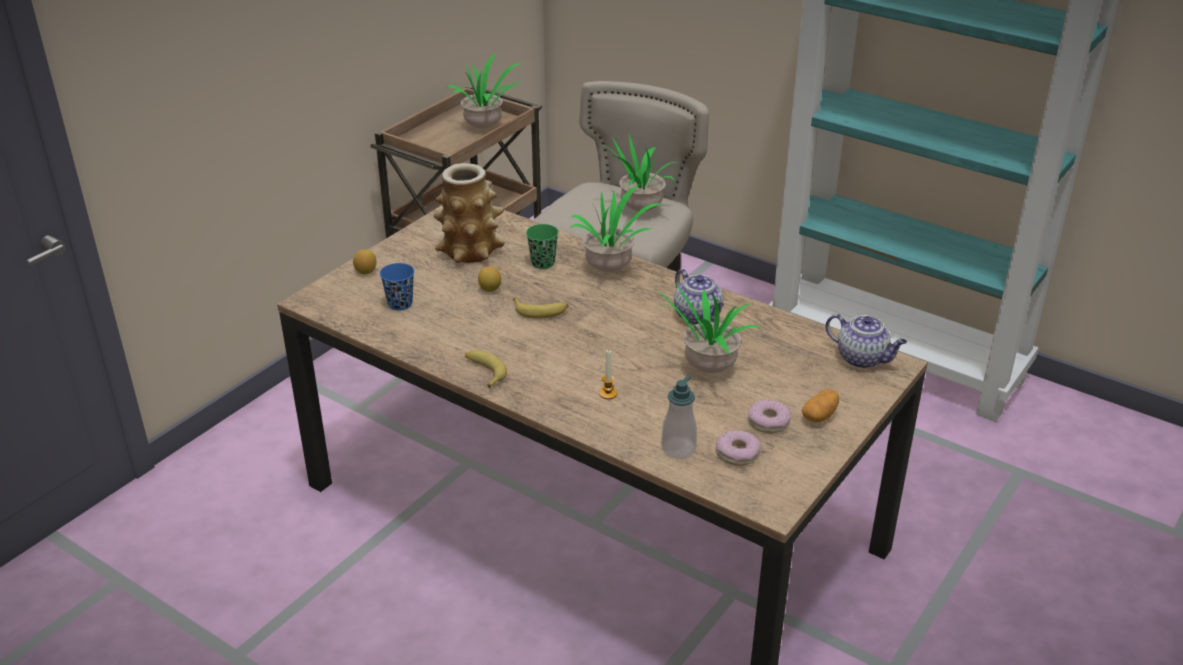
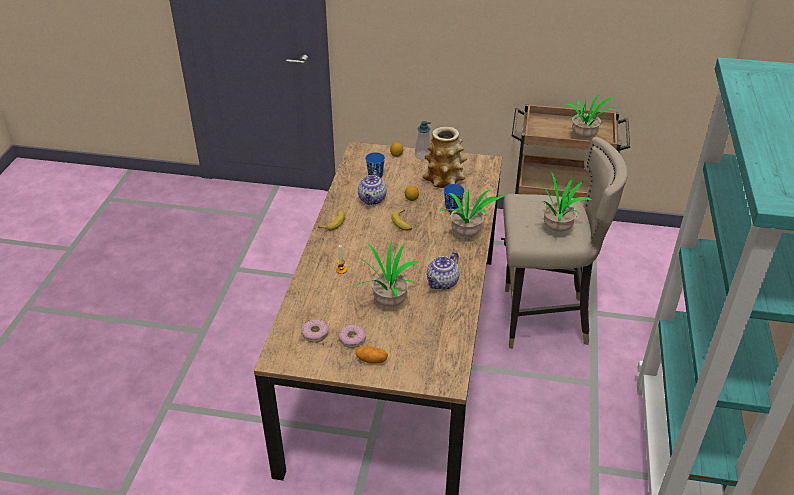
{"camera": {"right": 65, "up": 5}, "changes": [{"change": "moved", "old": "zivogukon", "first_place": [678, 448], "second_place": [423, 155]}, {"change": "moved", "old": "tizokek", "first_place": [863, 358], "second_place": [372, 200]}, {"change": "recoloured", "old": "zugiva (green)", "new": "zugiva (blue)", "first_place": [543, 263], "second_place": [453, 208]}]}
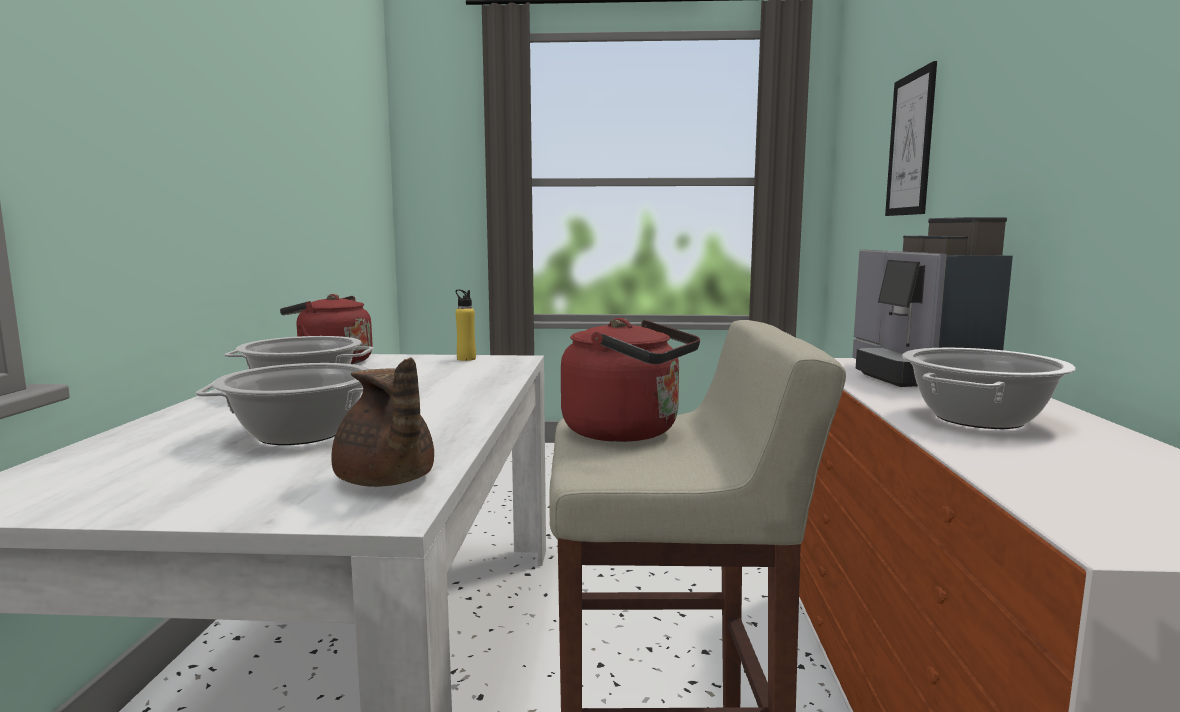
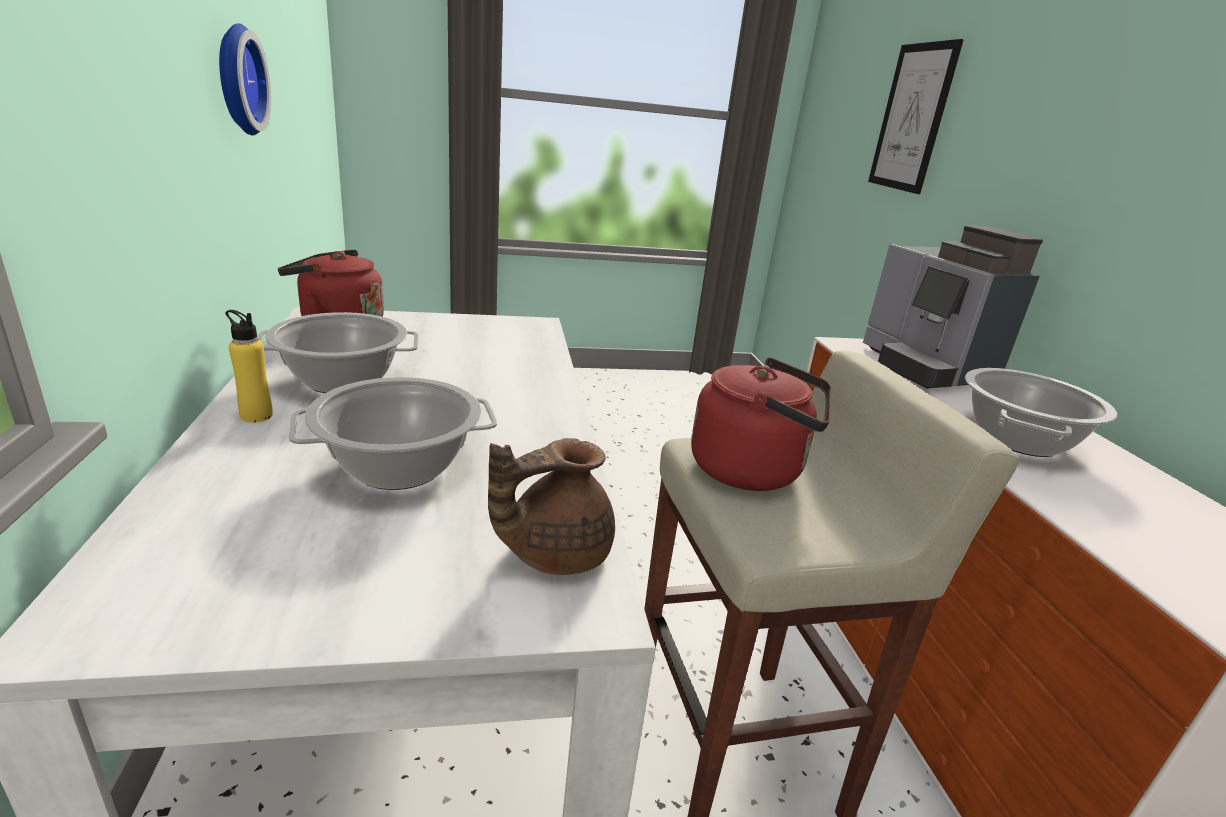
{"camera": {"right": -15, "up": 15}, "changes": [{"change": "added", "new": "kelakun", "second_place": [235, 80]}, {"change": "moved", "old": "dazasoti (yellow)", "first_place": [466, 359], "second_place": [256, 416]}, {"change": "turned", "old": "tizokek (brown)", "first_place": [386, 481], "second_place": [553, 552], "degrees": 105}]}
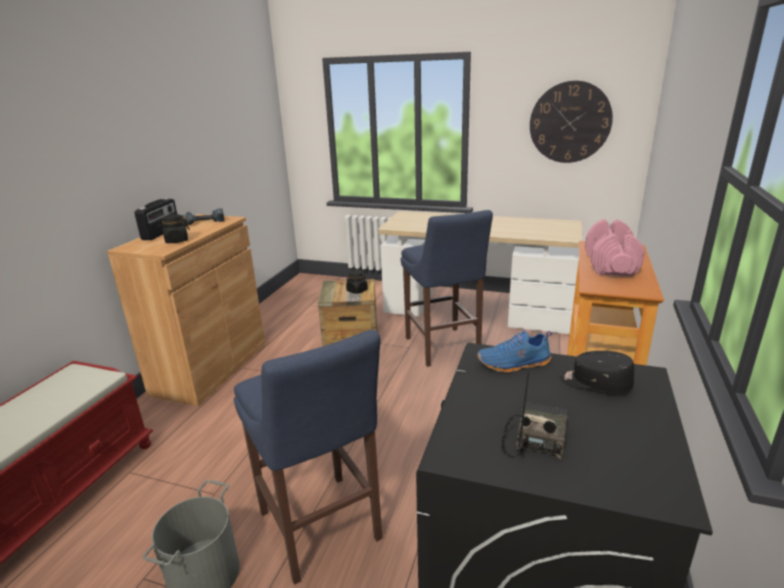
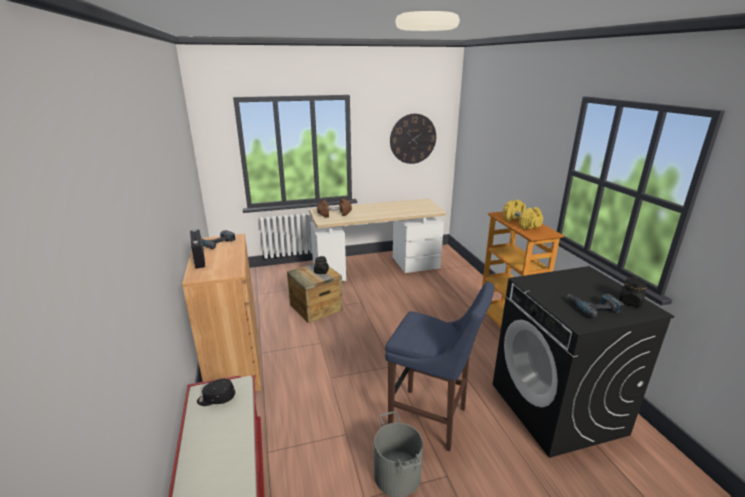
{"camera": {"right": -35, "up": 0}, "changes": [{"change": "removed", "old": "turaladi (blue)", "first_place": [443, 348]}, {"change": "removed", "old": "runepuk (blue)", "first_place": [514, 364]}, {"change": "added", "new": "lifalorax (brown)", "second_place": [334, 214]}, {"change": "moved", "old": "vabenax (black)", "first_place": [176, 241], "second_place": [630, 302]}, {"change": "moved", "old": "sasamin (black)", "first_place": [595, 383], "second_place": [216, 398]}, {"change": "replaced", "old": "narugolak", "new": "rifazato", "first_place": [535, 438], "second_place": [593, 307]}, {"change": "recoloured", "old": "lifalorax (pink)", "new": "lifalorax (yellow)", "first_place": [611, 264], "second_place": [521, 223]}]}
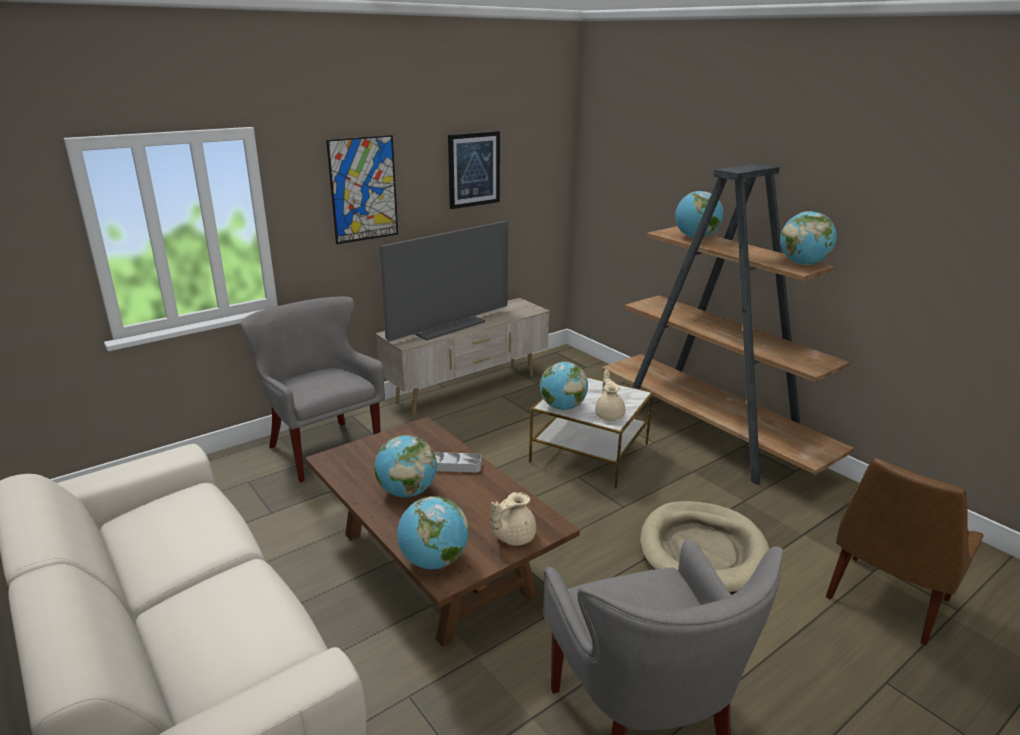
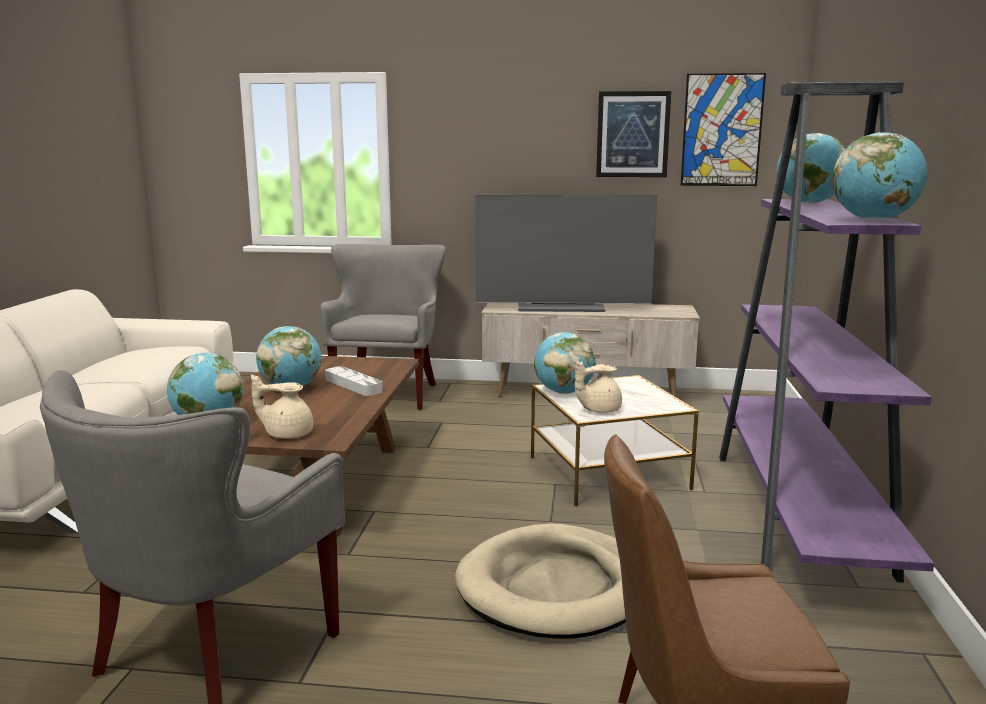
{"camera": {"right": 45, "up": -10}, "changes": [{"change": "moved", "old": "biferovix", "first_place": [363, 189], "second_place": [722, 130]}, {"change": "recoloured", "old": "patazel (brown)", "new": "patazel (purple)", "first_place": [710, 435], "second_place": [798, 512]}, {"change": "turned", "old": "tizokek (beige)", "first_place": [609, 415], "second_place": [598, 410], "degrees": -150}]}
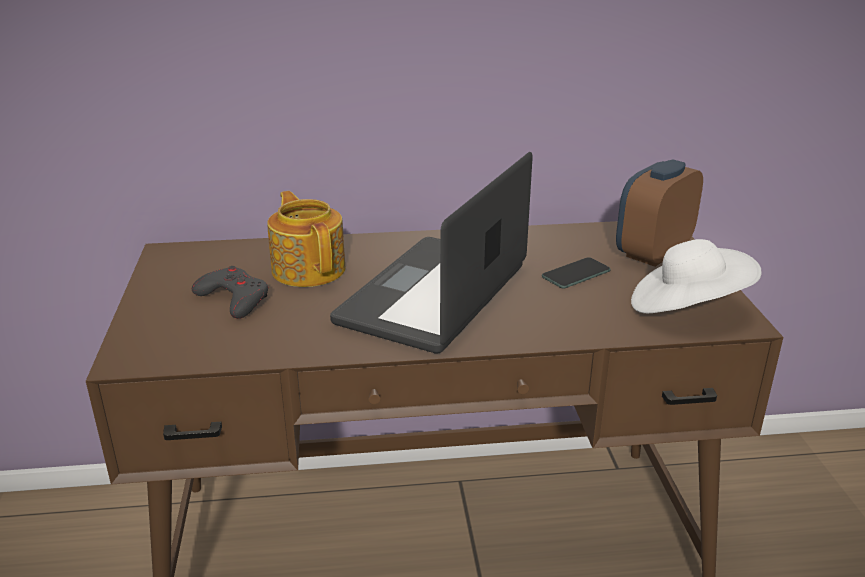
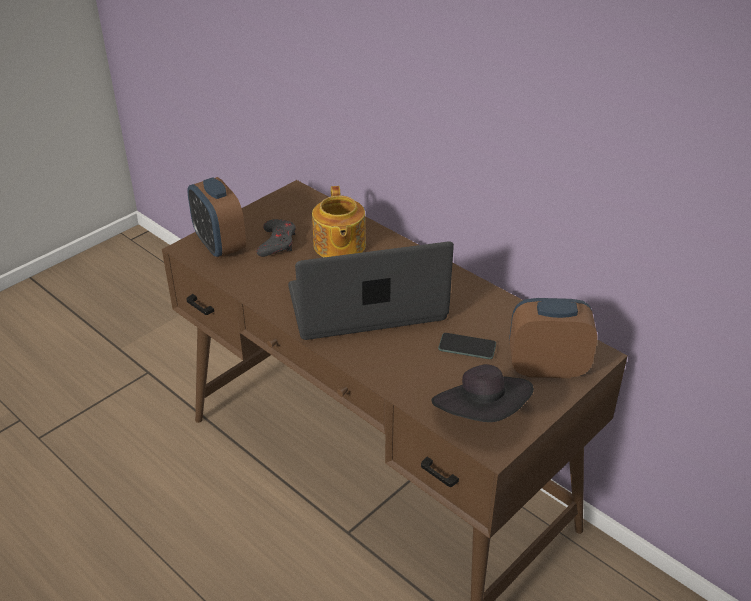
{"camera": {"right": 50, "up": 10}, "changes": [{"change": "added", "new": "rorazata", "second_place": [220, 245]}, {"change": "recoloured", "old": "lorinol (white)", "new": "lorinol (black)", "first_place": [686, 308], "second_place": [481, 414]}, {"change": "turned", "old": "tizokek", "first_place": [309, 269], "second_place": [339, 246], "degrees": 150}]}
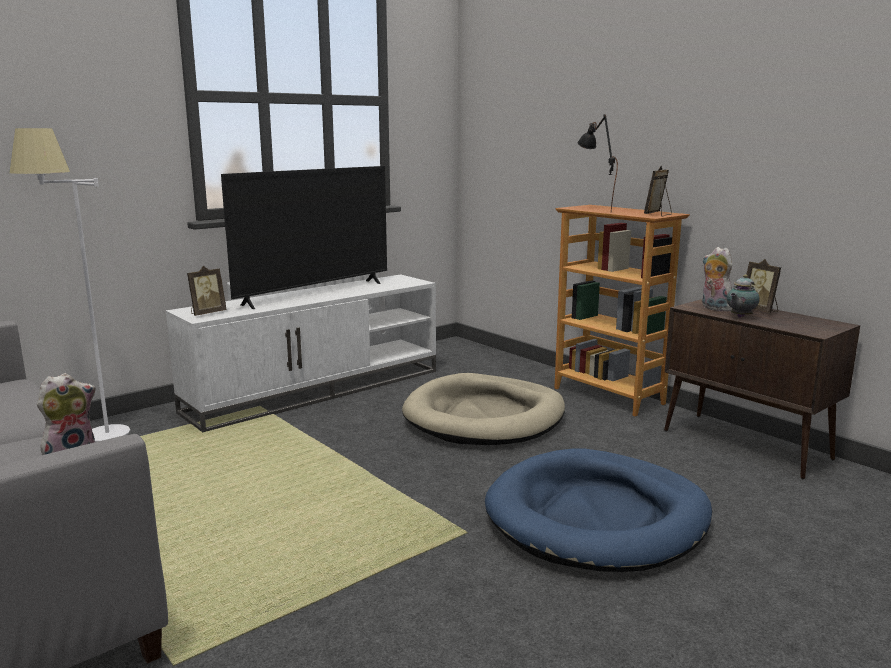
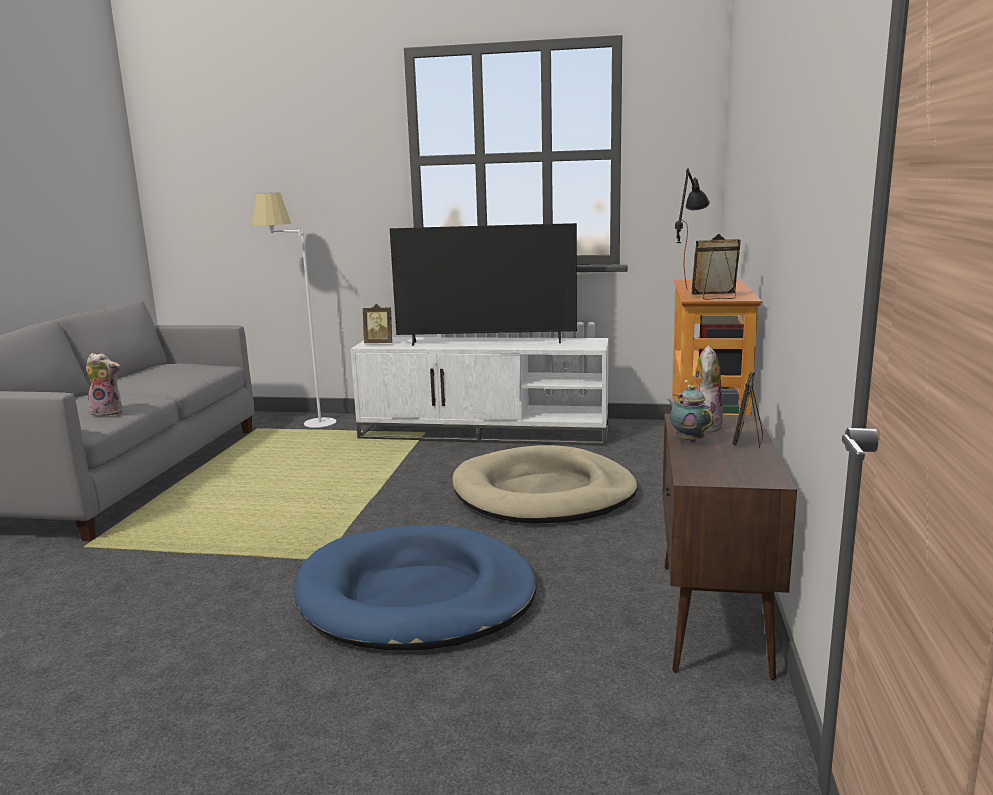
{"camera": {"right": 50, "up": 0}, "changes": [{"change": "turned", "old": "tizokek", "first_place": [739, 317], "second_place": [689, 440], "degrees": 60}]}
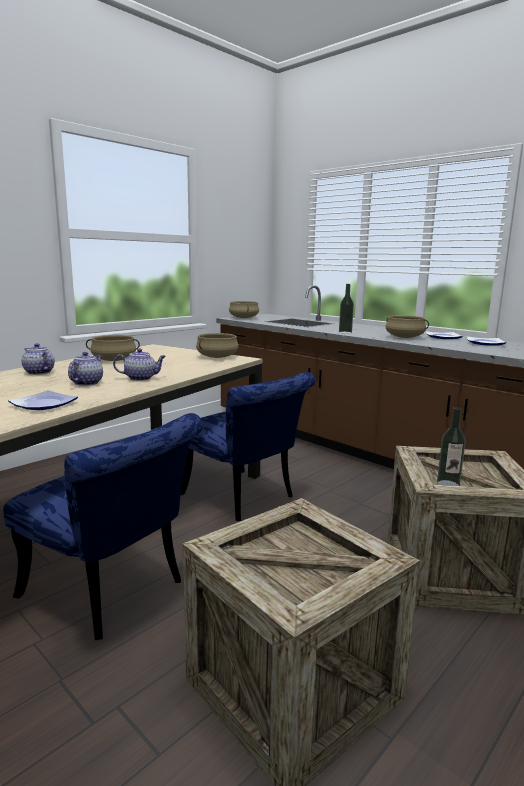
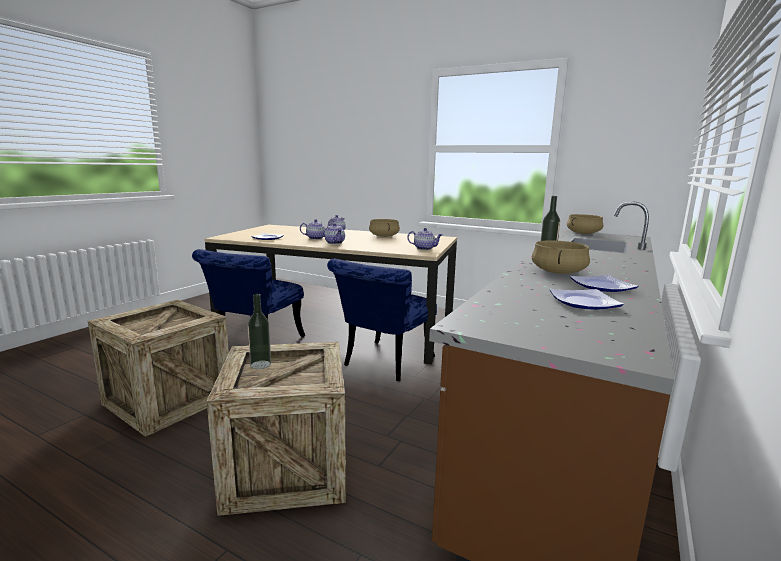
{"camera": {"right": 75, "up": 0}, "changes": [{"change": "replaced", "old": "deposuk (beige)", "new": "tizokek", "first_place": [217, 357], "second_place": [424, 248]}]}
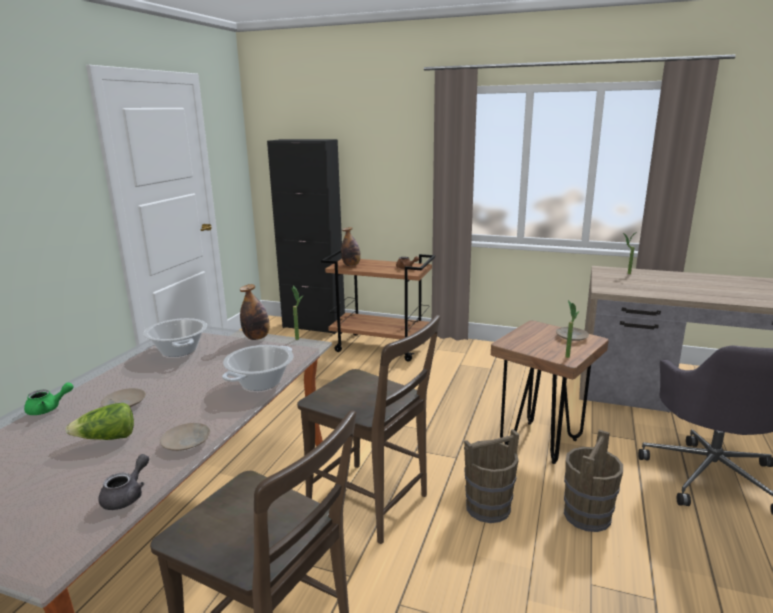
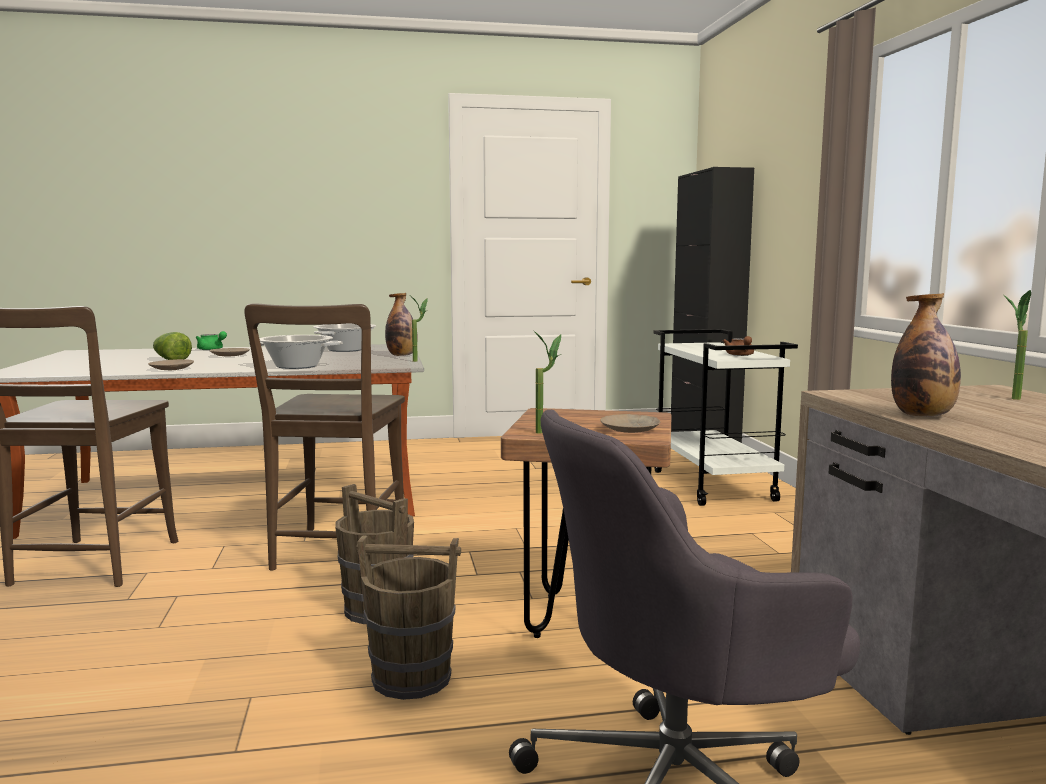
{"camera": {"right": 60, "up": -10}, "changes": [{"change": "removed", "old": "tizokek (grey)", "first_place": [127, 496]}, {"change": "moved", "old": "dazasoti", "first_place": [351, 265], "second_place": [922, 416]}, {"change": "recoloured", "old": "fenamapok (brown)", "new": "fenamapok (white)", "first_place": [381, 347], "second_place": [714, 486]}]}
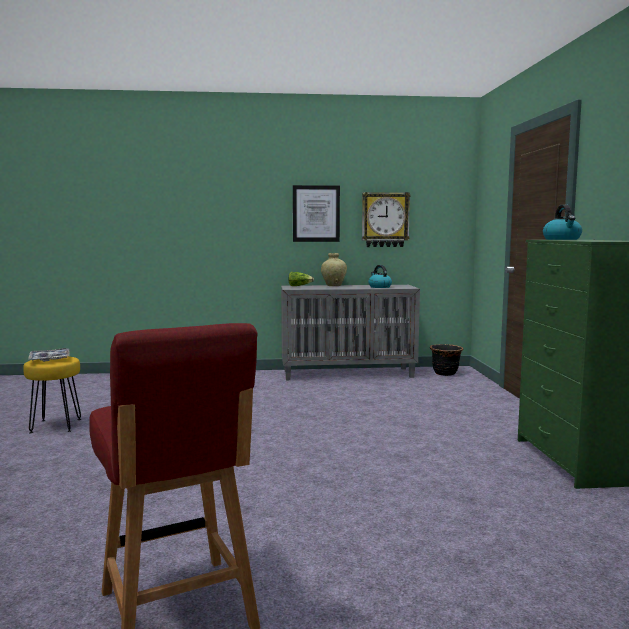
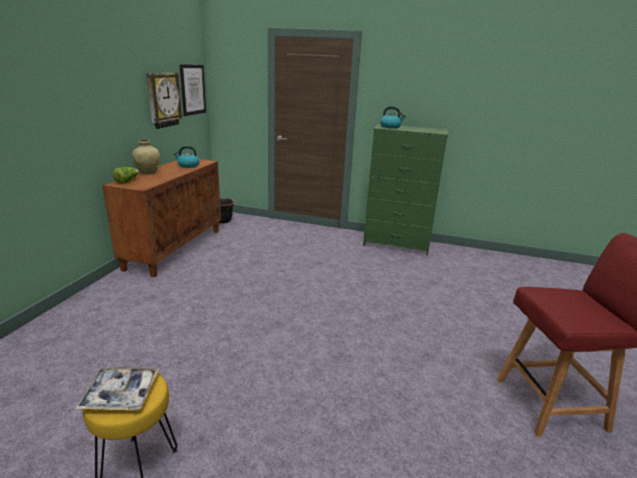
{"camera": {"right": -70, "up": 15}, "changes": [{"change": "moved", "old": "biferovix", "first_place": [316, 213], "second_place": [192, 89]}, {"change": "recoloured", "old": "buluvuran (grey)", "new": "buluvuran (brown)", "first_place": [348, 374], "second_place": [175, 248]}]}
